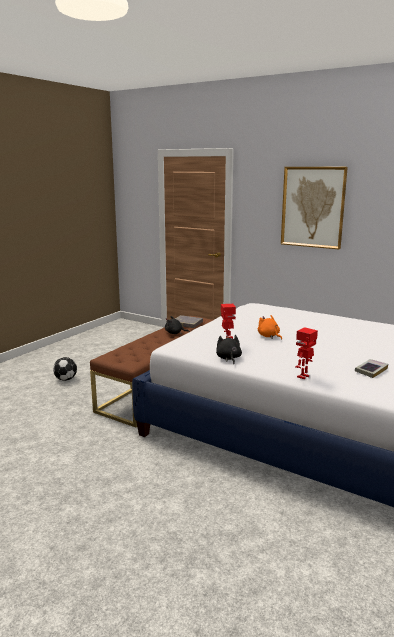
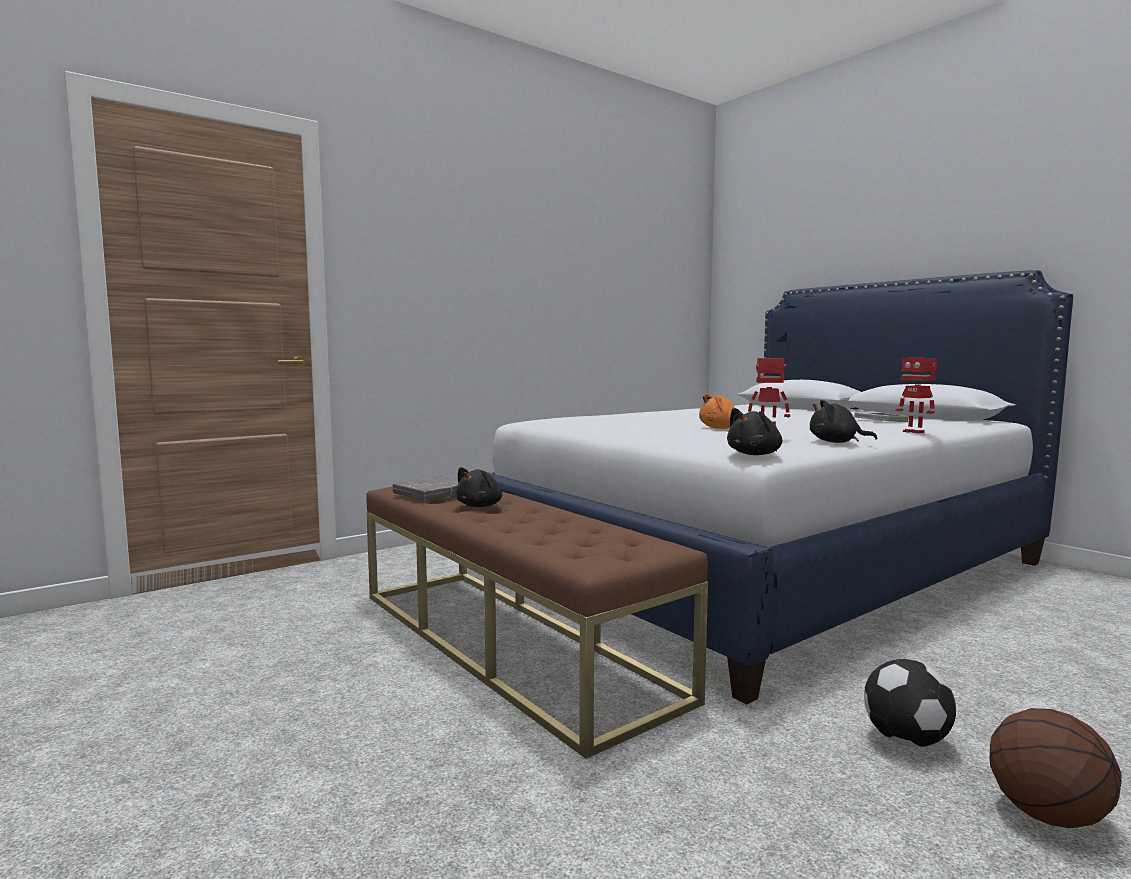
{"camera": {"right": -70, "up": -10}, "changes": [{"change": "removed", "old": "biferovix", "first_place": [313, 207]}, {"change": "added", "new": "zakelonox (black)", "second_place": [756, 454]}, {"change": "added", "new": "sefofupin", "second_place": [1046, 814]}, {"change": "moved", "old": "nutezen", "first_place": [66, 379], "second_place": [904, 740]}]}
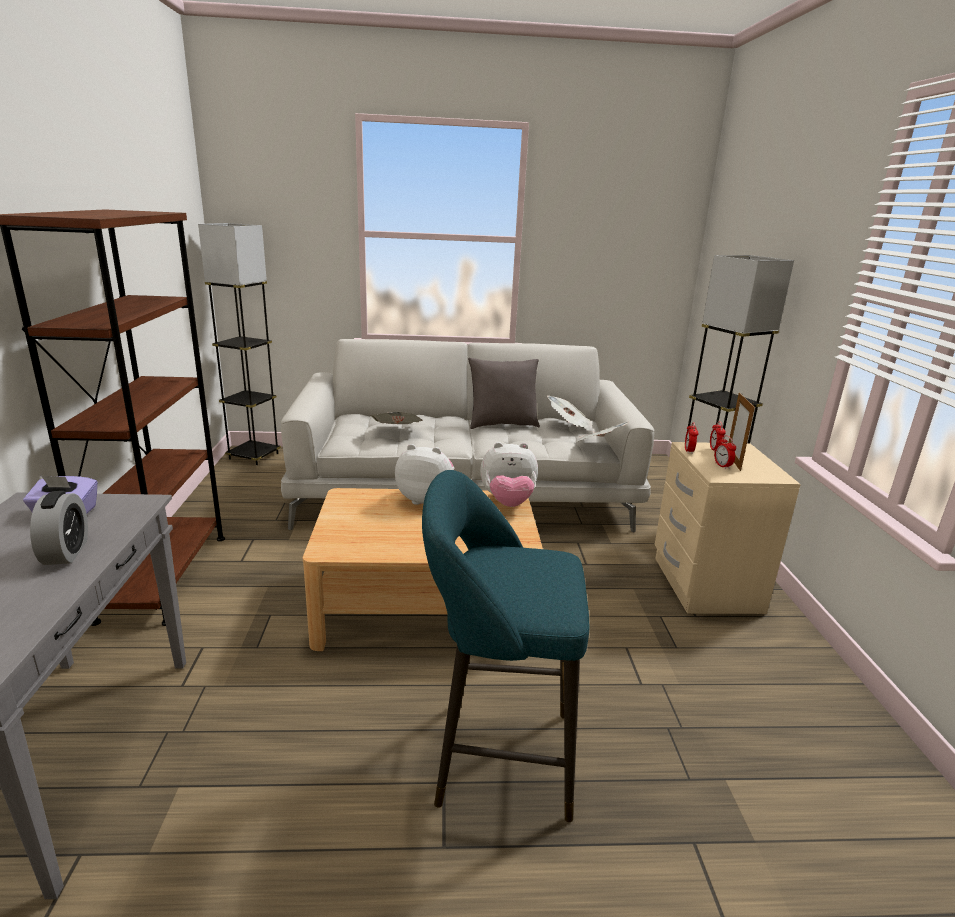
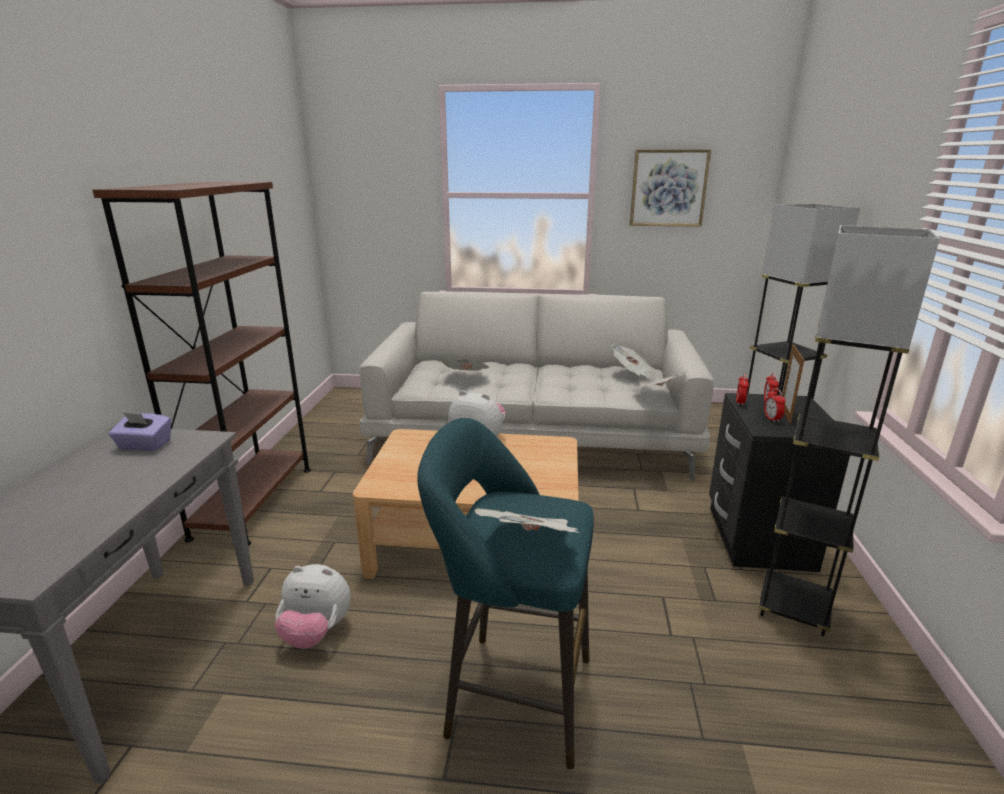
{"camera": {"right": 10, "up": 0}, "changes": [{"change": "removed", "old": "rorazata", "first_place": [66, 552]}, {"change": "removed", "old": "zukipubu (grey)", "first_place": [502, 424]}, {"change": "added", "new": "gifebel", "second_place": [530, 544]}, {"change": "added", "new": "biferovix", "second_place": [668, 188]}, {"change": "moved", "old": "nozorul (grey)", "first_place": [254, 456], "second_place": [794, 607]}, {"change": "moved", "old": "zakelonox", "first_place": [508, 502], "second_place": [316, 632]}, {"change": "recoloured", "old": "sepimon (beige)", "new": "sepimon (black)", "first_place": [704, 584], "second_place": [757, 537]}]}
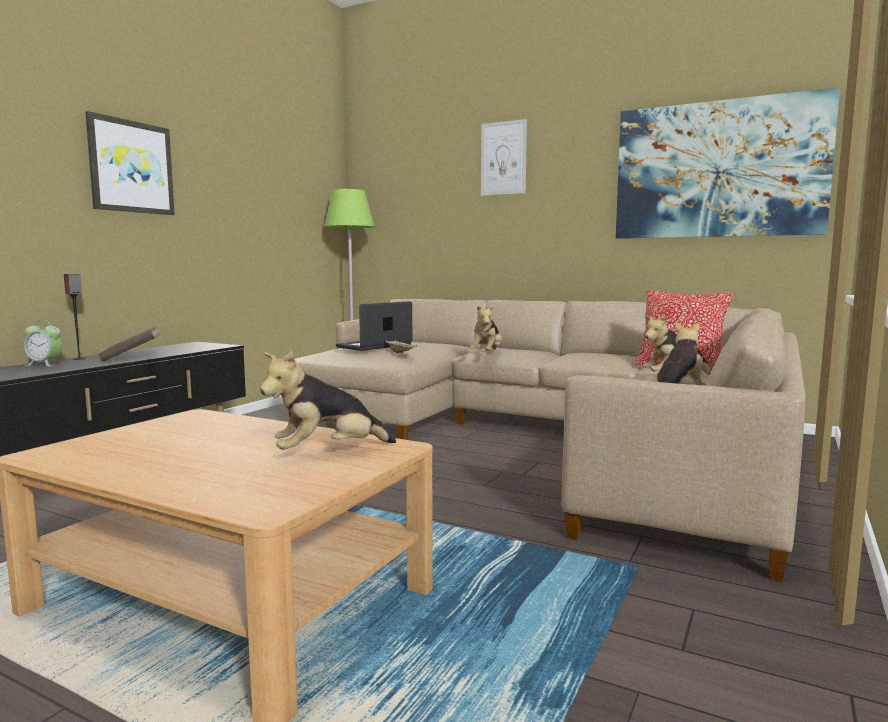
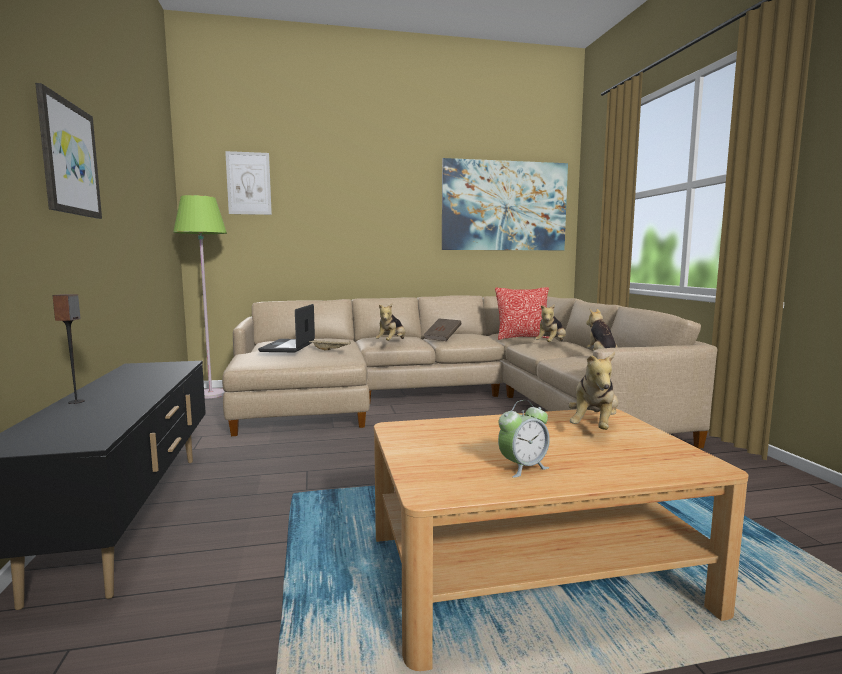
{"camera": {"right": -40, "up": 0}, "changes": [{"change": "moved", "old": "rorazata", "first_place": [44, 364], "second_place": [523, 468]}, {"change": "moved", "old": "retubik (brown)", "first_place": [131, 357], "second_place": [442, 338]}, {"change": "moved", "old": "biferovix", "first_place": [503, 158], "second_place": [249, 183]}, {"change": "turned", "old": "zakelonox", "first_place": [487, 354], "second_place": [391, 343], "degrees": 45}]}
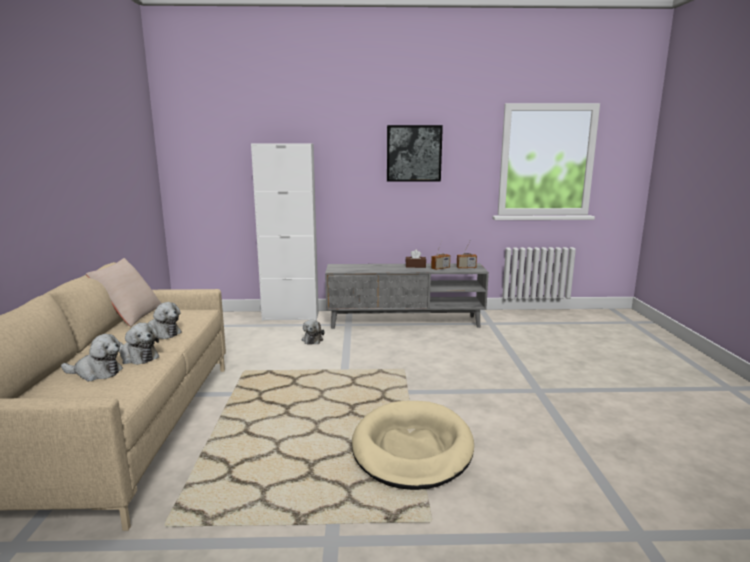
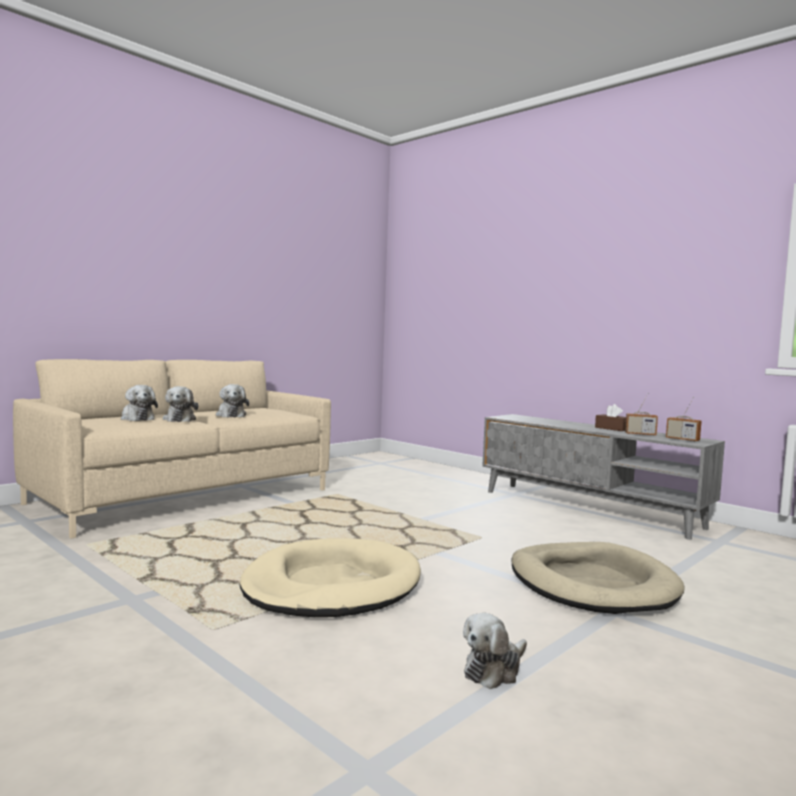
{"camera": {"right": 45, "up": -10}, "changes": [{"change": "removed", "old": "zukipubu (beige)", "first_place": [130, 315]}, {"change": "removed", "old": "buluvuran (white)", "first_place": [290, 316]}, {"change": "removed", "old": "biferovix", "first_place": [414, 153]}, {"change": "added", "new": "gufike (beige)", "second_place": [592, 584]}, {"change": "moved", "old": "zakelonox", "first_place": [312, 339], "second_place": [494, 670]}]}
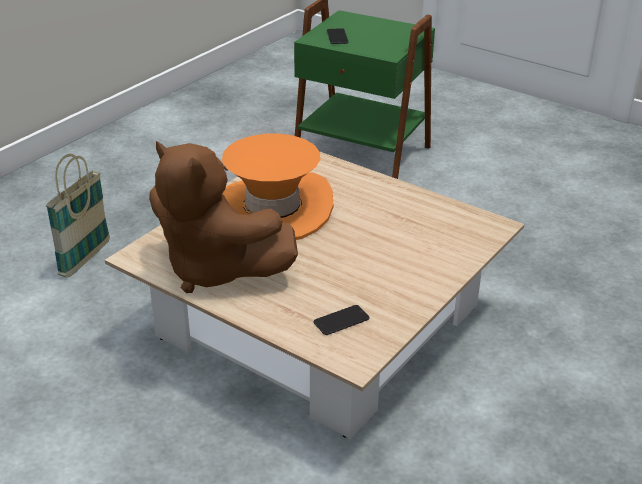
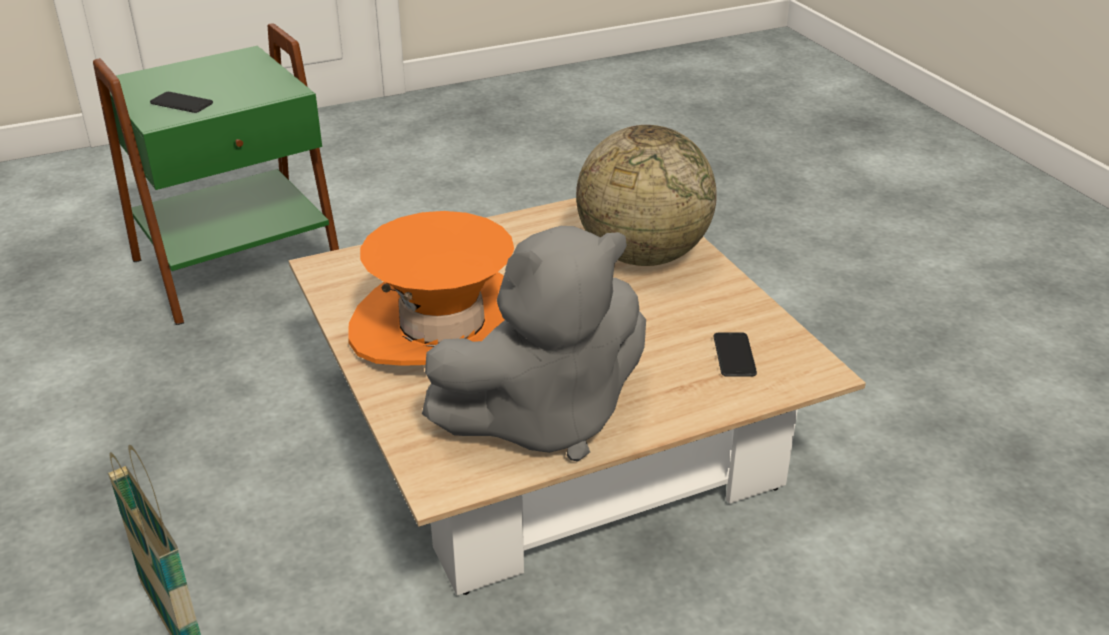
{"camera": {"right": -60, "up": 0}, "changes": [{"change": "added", "new": "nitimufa", "second_place": [642, 255]}, {"change": "recoloured", "old": "zakelonox (brown)", "new": "zakelonox (grey)", "first_place": [215, 270], "second_place": [544, 419]}]}
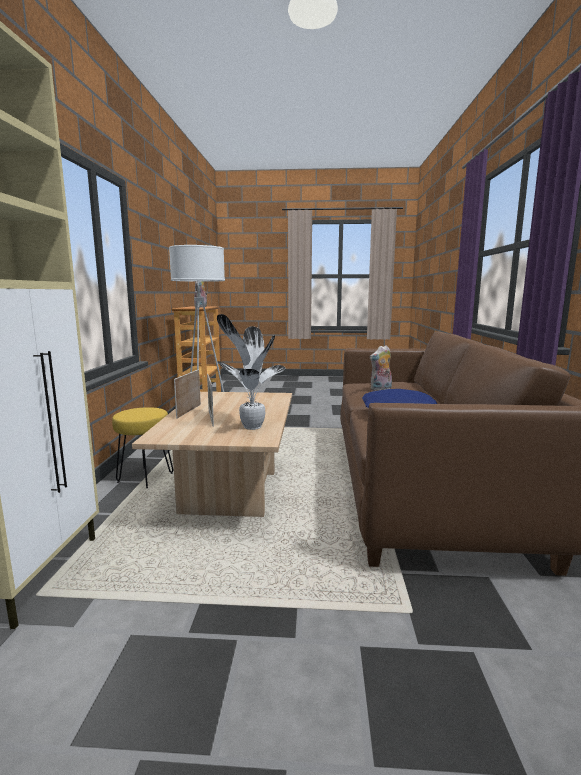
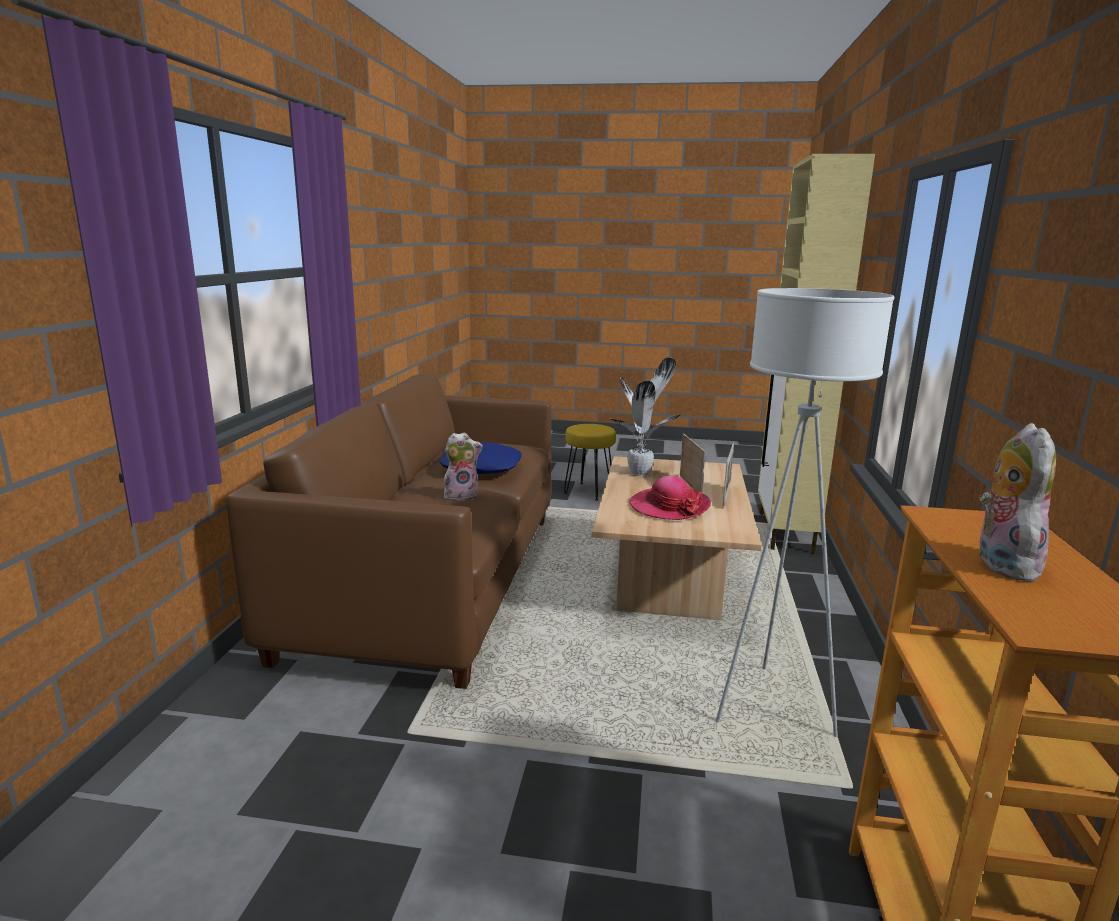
{"camera": {"right": -175, "up": 5}, "changes": [{"change": "added", "new": "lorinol", "second_place": [669, 506]}, {"change": "moved", "old": "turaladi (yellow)", "first_place": [145, 478], "second_place": [589, 491]}]}
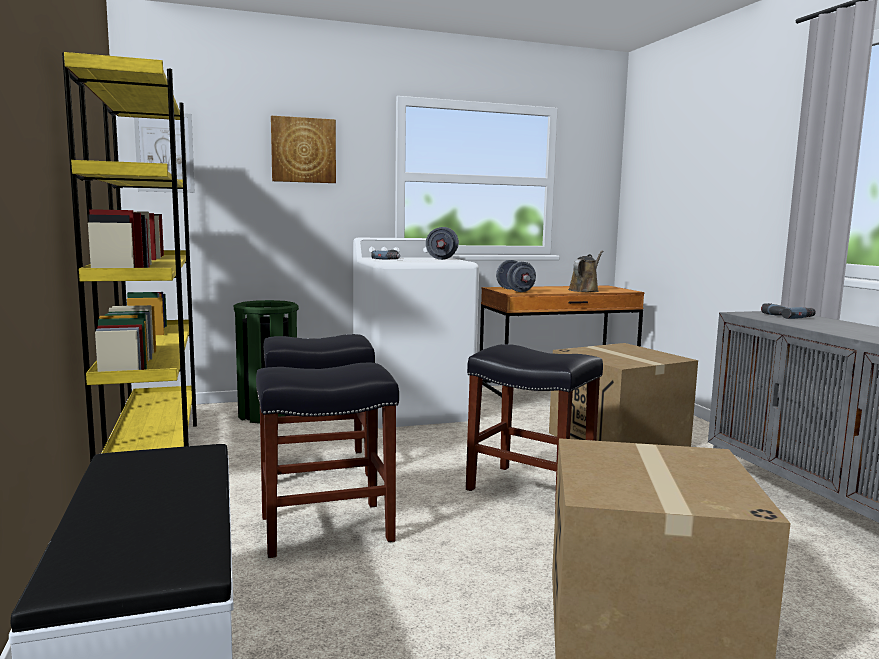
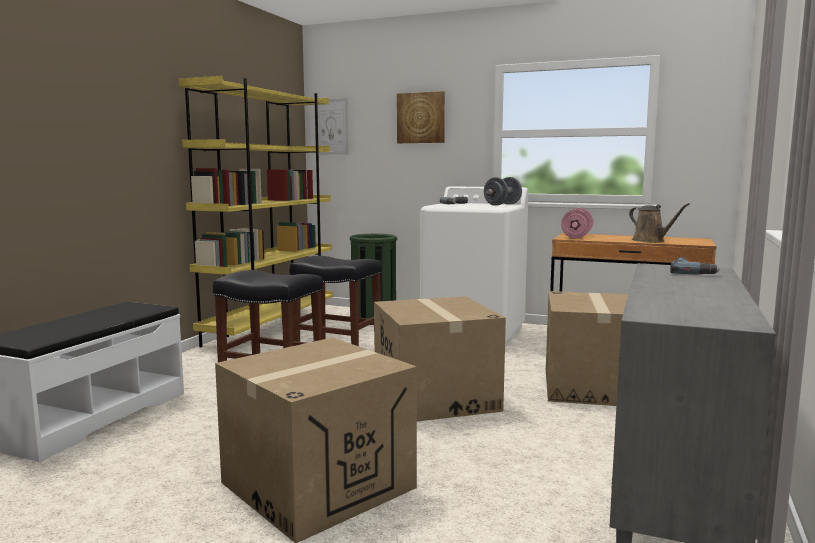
{"camera": {"right": 40, "up": 0}, "changes": [{"change": "replaced", "old": "turaladi (black)", "new": "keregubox", "first_place": [528, 489], "second_place": [435, 398]}, {"change": "recoloured", "old": "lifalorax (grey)", "new": "lifalorax (pink)", "first_place": [515, 290], "second_place": [576, 237]}, {"change": "turned", "old": "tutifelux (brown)", "first_place": [584, 290], "second_place": [651, 241], "degrees": 75}]}
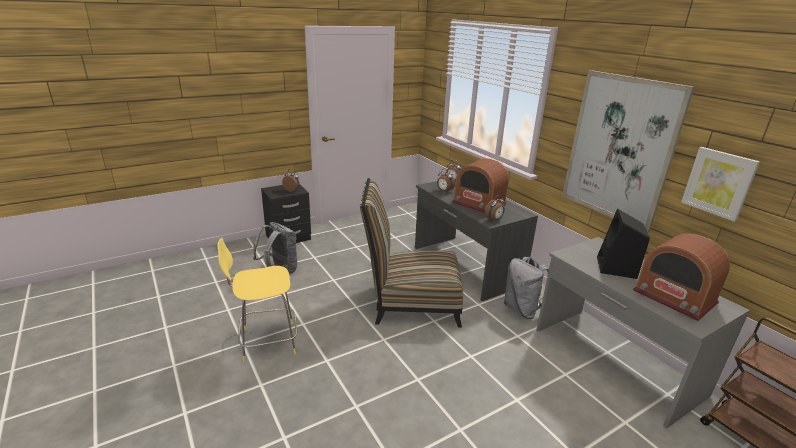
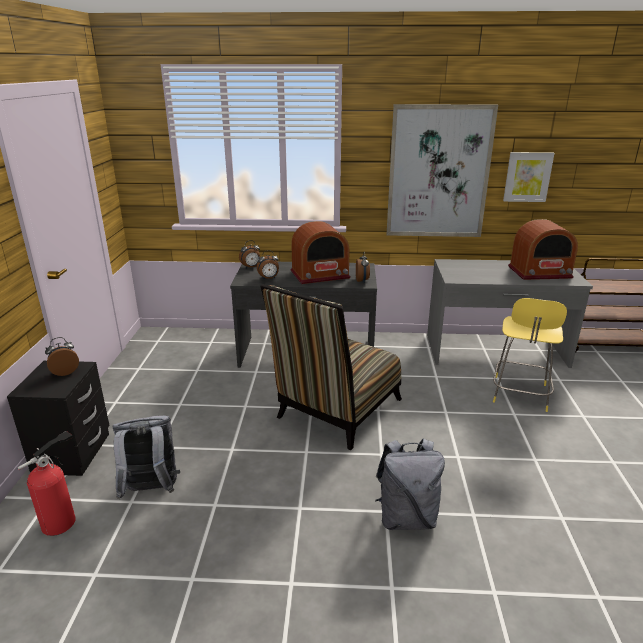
{"camera": {"right": -55, "up": 0}, "changes": [{"change": "removed", "old": "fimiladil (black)", "first_place": [616, 268]}, {"change": "added", "new": "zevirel", "second_place": [62, 521]}, {"change": "moved", "old": "turaladi (yellow)", "first_place": [266, 341], "second_place": [519, 395]}, {"change": "moved", "old": "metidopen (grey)", "first_place": [523, 310], "second_place": [406, 517]}]}
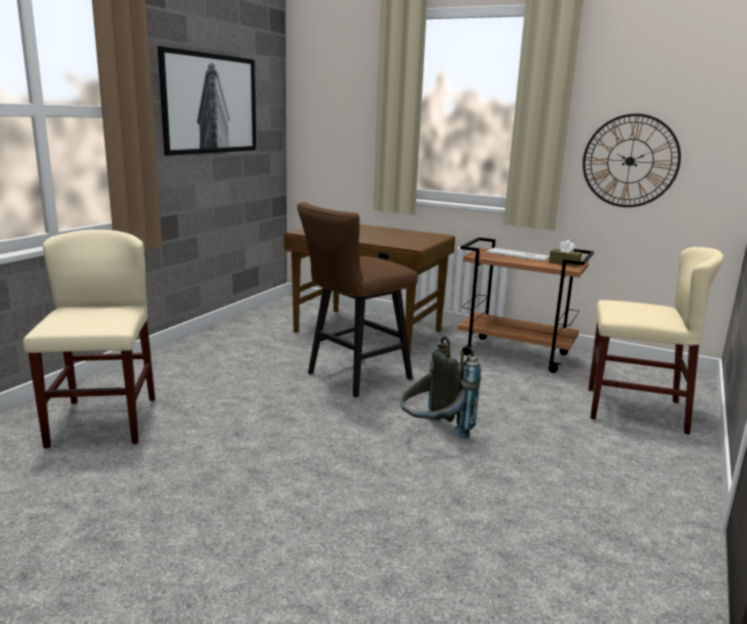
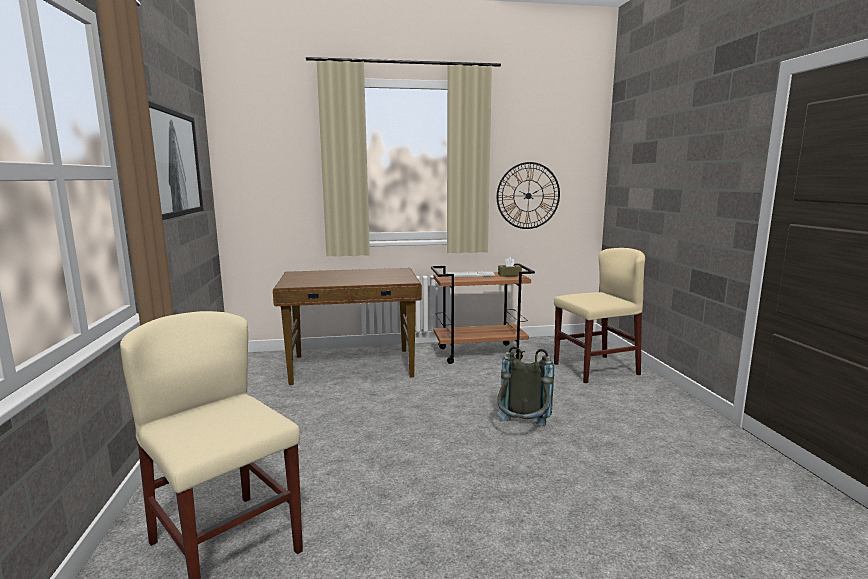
{"camera": {"right": -35, "up": -5}, "changes": [{"change": "removed", "old": "turaladi (brown)", "first_place": [353, 377]}]}
